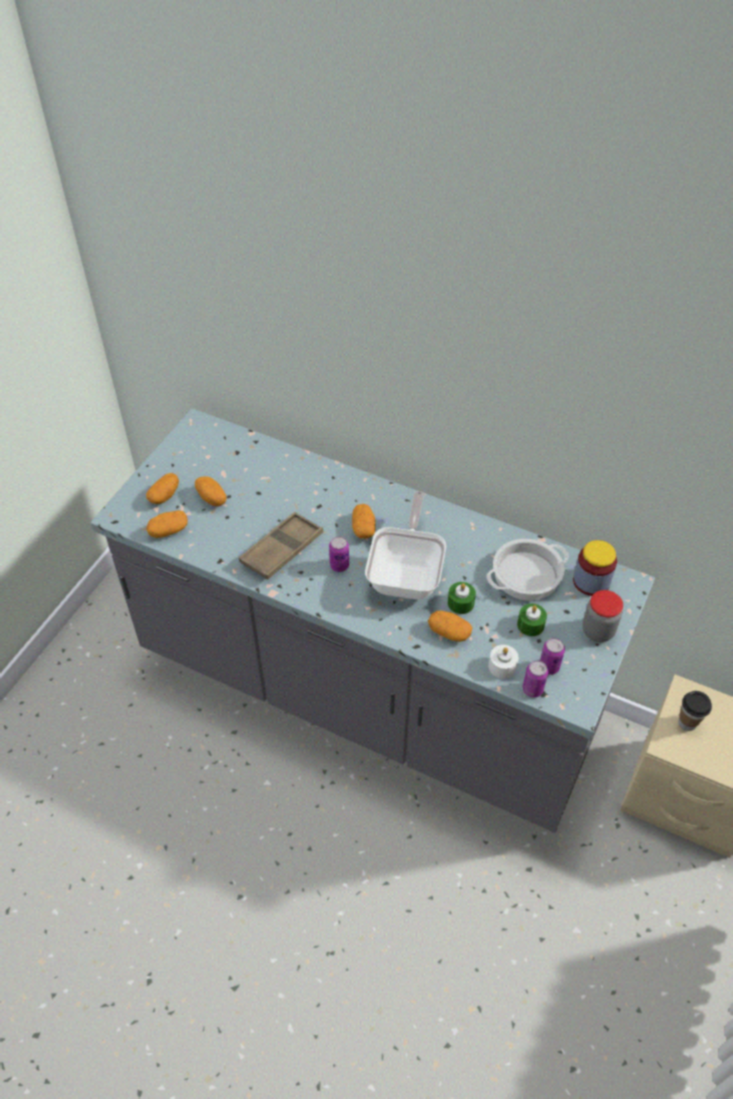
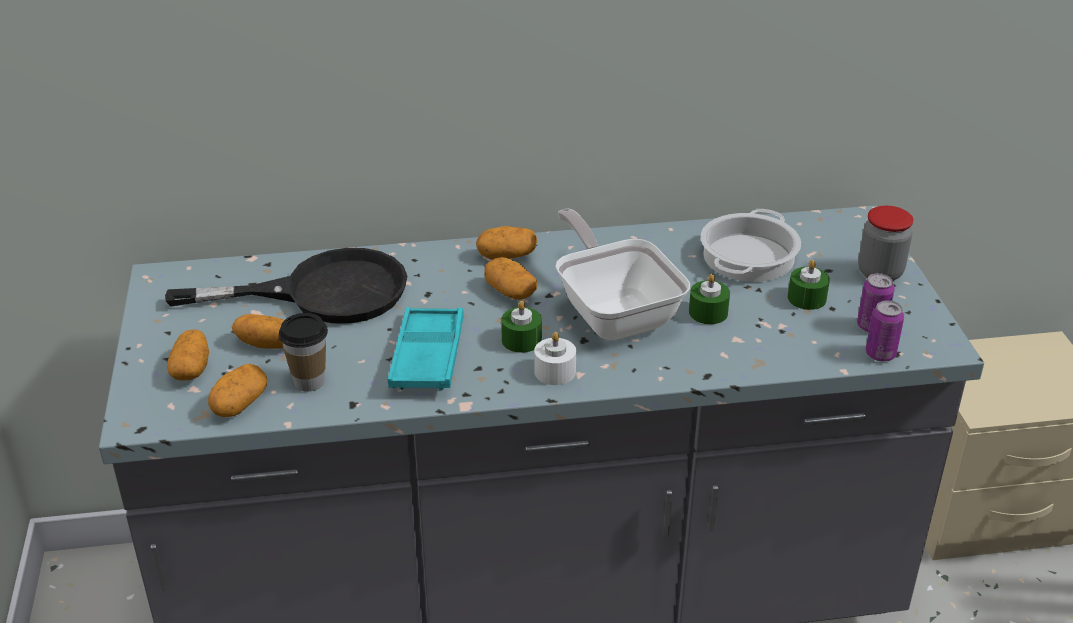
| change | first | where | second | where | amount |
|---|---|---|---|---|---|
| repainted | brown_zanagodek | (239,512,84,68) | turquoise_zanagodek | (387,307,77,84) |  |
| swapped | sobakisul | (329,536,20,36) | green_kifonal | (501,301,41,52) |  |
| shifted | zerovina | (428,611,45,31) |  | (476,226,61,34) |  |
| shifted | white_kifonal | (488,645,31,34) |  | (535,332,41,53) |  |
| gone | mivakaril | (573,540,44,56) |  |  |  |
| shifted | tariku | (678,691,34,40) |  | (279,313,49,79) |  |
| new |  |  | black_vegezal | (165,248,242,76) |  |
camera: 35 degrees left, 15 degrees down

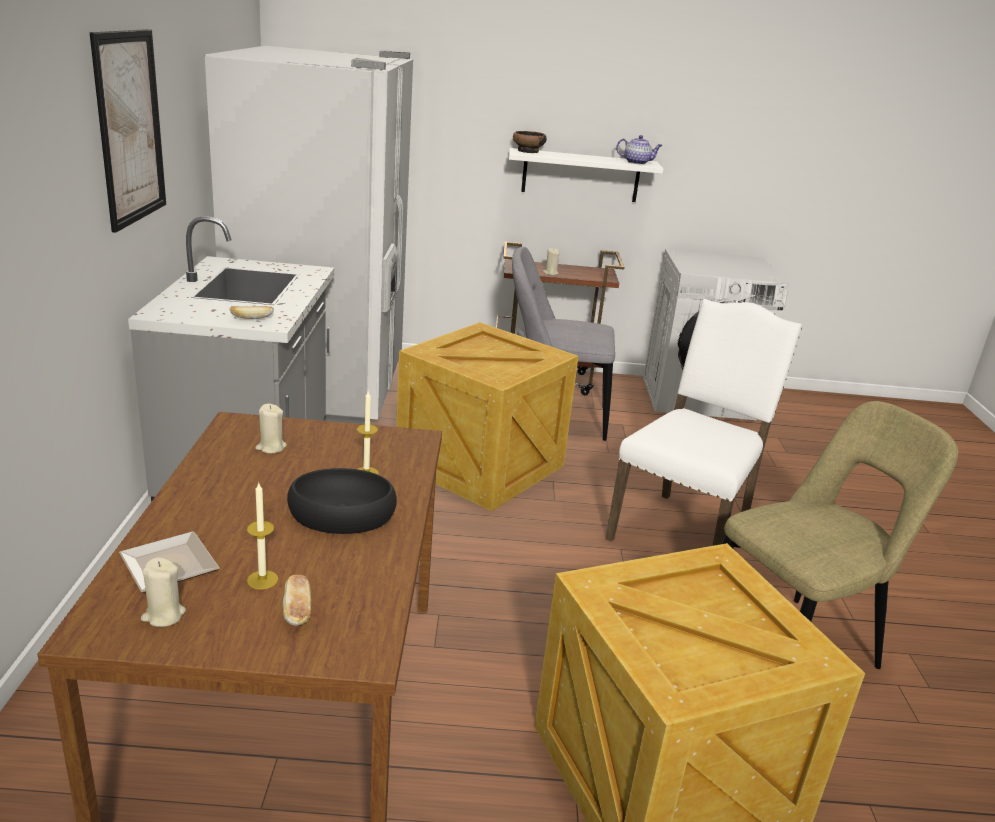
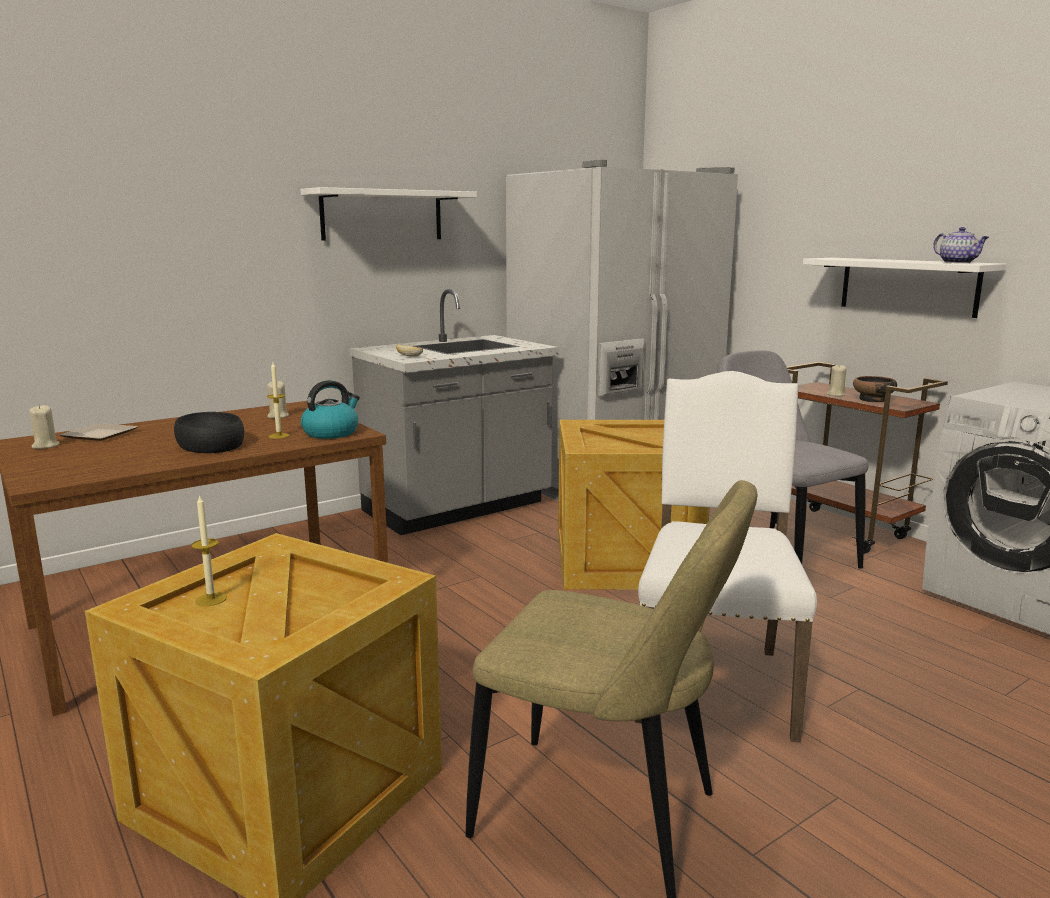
| change | first | where | second | where | amount |
|---|---|---|---|---|---|
| swapped | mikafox | (90,29,76,204) | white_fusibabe | (300,187,177,54) |  |
| shifted | kifonal | (247,482,31,108) |  | (191,494,36,112) |  |
| gone | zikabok | (283,575,28,51) |  |  |  |
| shifted | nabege | (513,131,34,22) |  | (853,376,44,26) |  |
| rotated | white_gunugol | (605,299,197,247) |  | (635,371,182,372) | 75 degrees counterclockwise |
| new |  |  | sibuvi | (301,380,59,59) |  |
camera: 55 degrees right, 10 degrees down

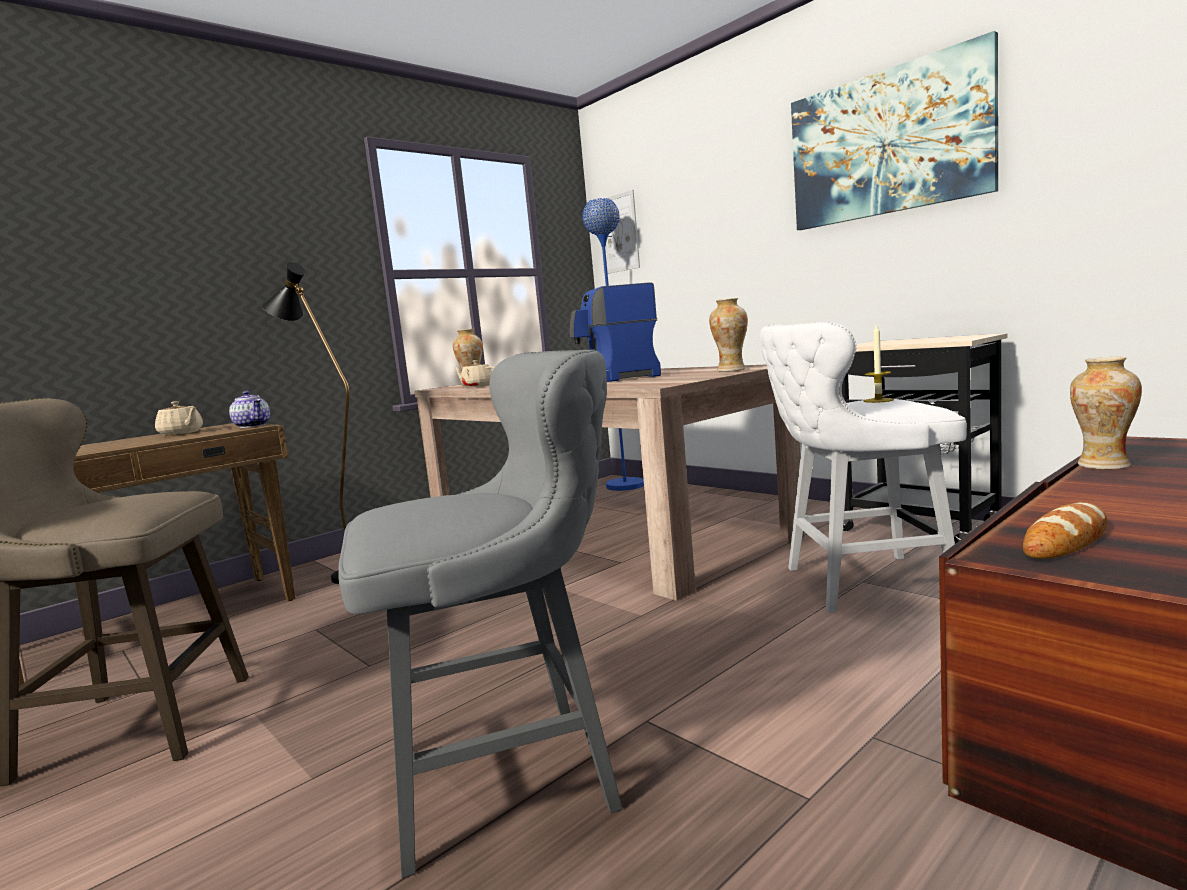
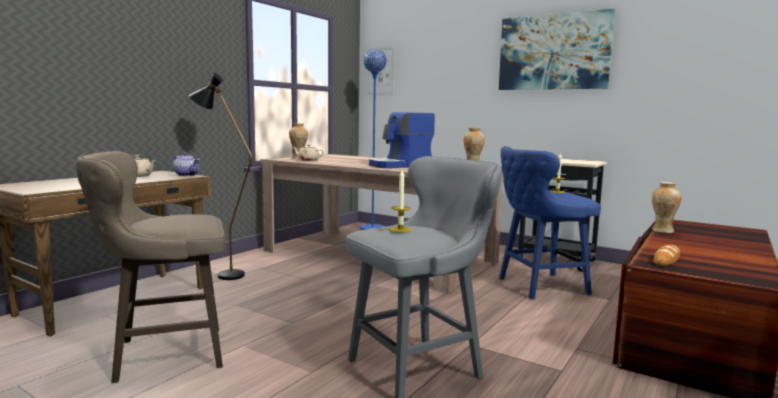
| change | first | where | second | where | amount |
|---|---|---|---|---|---|
| repainted | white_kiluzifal | (760,322,207,291) | blue_kiluzifal | (499,146,102,153) |  |
| new |  |  | kifonal | (389,170,23,63) |  |
camera: 15 degrees left, 0 degrees up

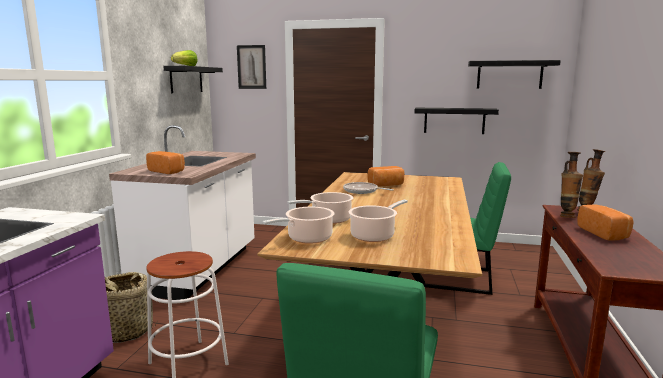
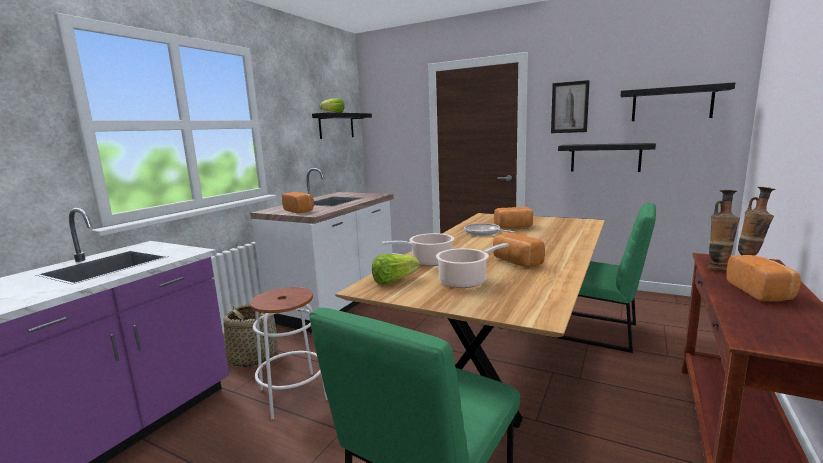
| change | first | where | second | where | amount |
|---|---|---|---|---|---|
| shifted | mikafox | (237,45,29,44) |  | (551,80,39,53) |  |
| swapped | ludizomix | (262,207,73,37) | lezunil | (372,254,48,31) |  |
| new |  |  | zikabok | (493,233,52,34) |  |
camera: 15 degrees right, 0 degrees up

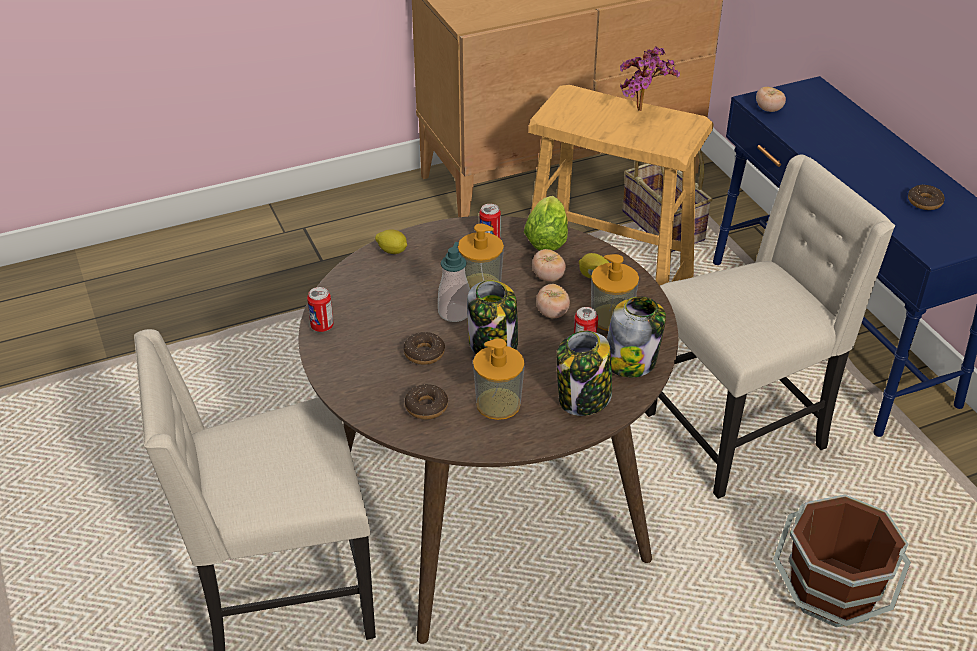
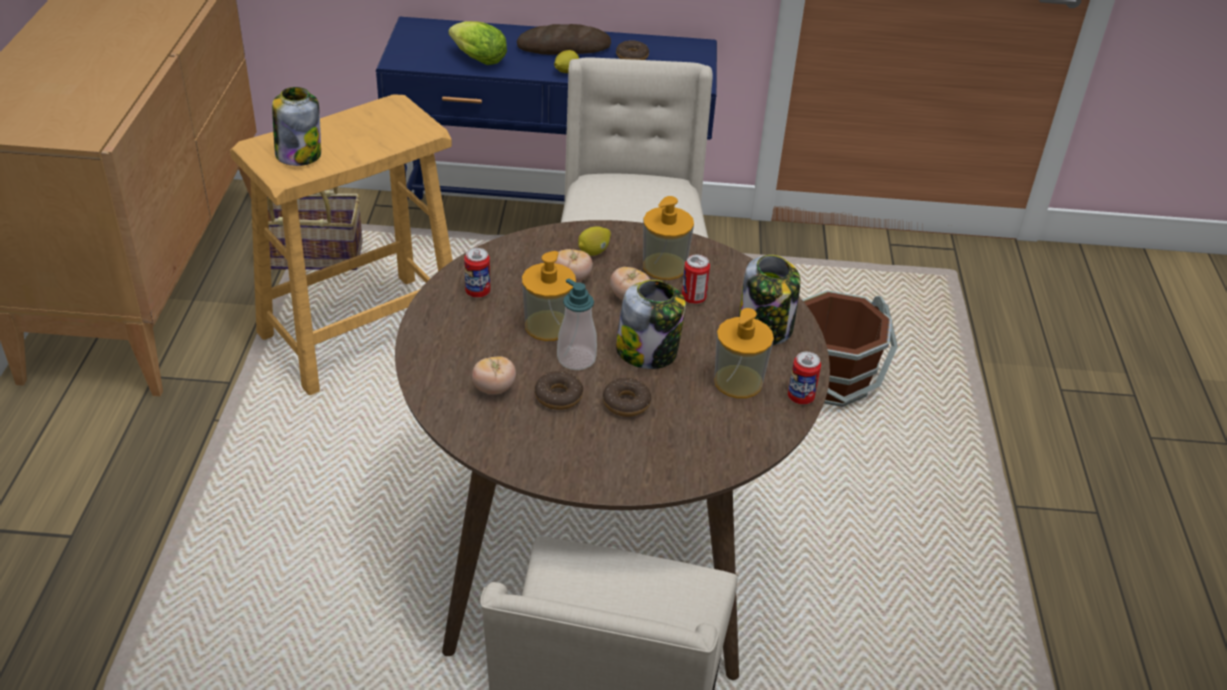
| change | first | where | second | where | amount |
|---|---|---|---|---|---|
| shifted | sobakisul | (307,287,27,45) |  | (788,352,33,52) |  |
| shifted | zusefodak | (375,229,32,25) |  | (554,50,25,23) |  |
| shifted | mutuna | (405,384,43,36) |  | (535,371,48,39) |  |
| shifted | lezunil | (524,196,44,55) |  | (449,21,58,44) |  |
| shifted | mivakaril | (607,296,59,81) |  | (272,87,49,79) |  |
| gone | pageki | (620,46,60,65) |  |  |  |
| shifted | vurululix | (756,87,30,25) |  | (472,356,44,39) |  |
| new |  |  | zikabok | (517,24,94,31) |  |
camera: 65 degrees left, 0 degrees up

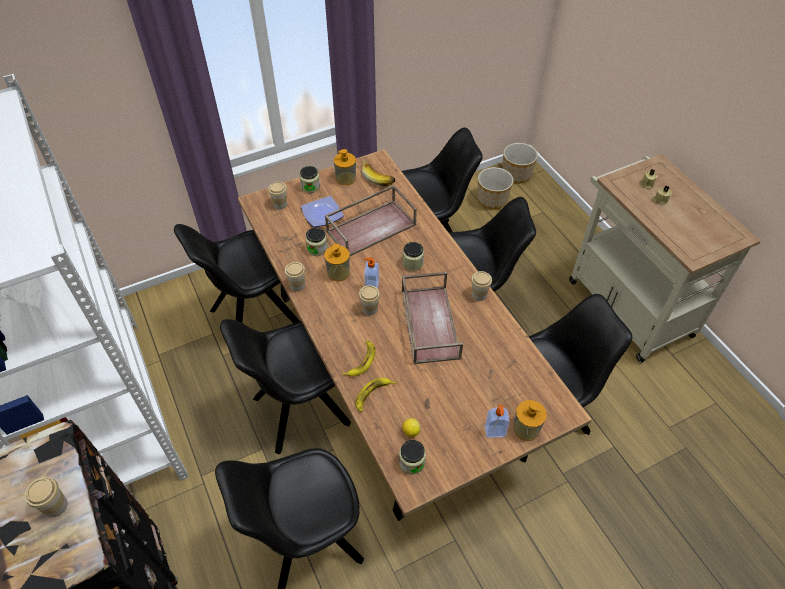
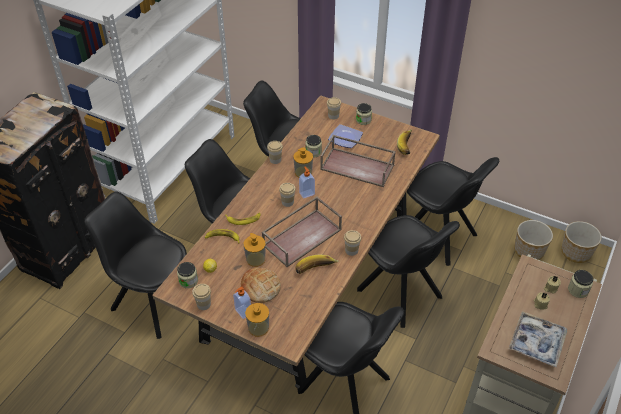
| change | first | where | second | where | amount |
|---|---|---|---|---|---|
| shifted | tariku | (25,477,43,40) |  | (192,284,19,26) |  |
| shifted | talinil | (334,149,22,36) |  | (244,233,22,34) |  |
| shifted | mivakaril | (403,242,21,29) |  | (568,270,25,28) |  |
| new |  |  | zikabok | (241,267,40,36) |  |
| new |  |  | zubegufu | (296,254,43,20) |  |
| new |  |  | zanagodek | (509,311,58,56) |  |
camera: 55 degrees right, 5 degrees down

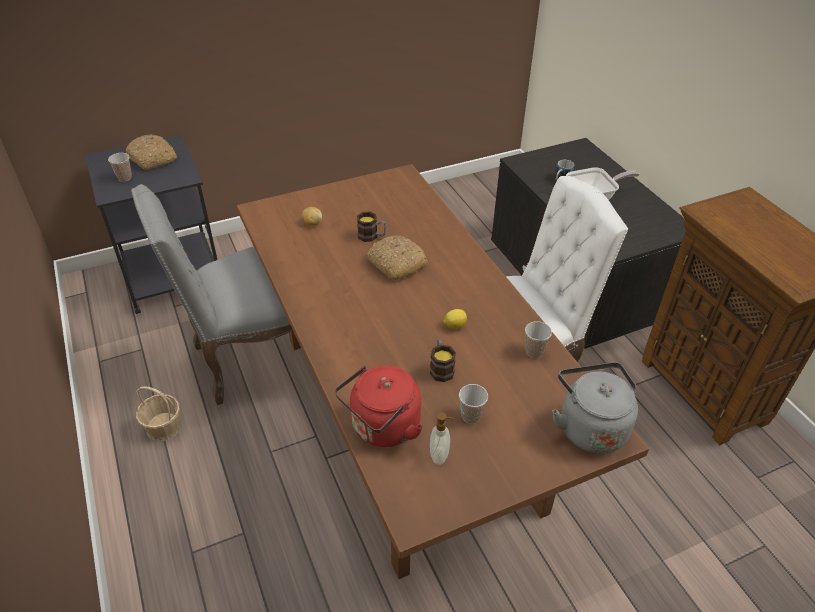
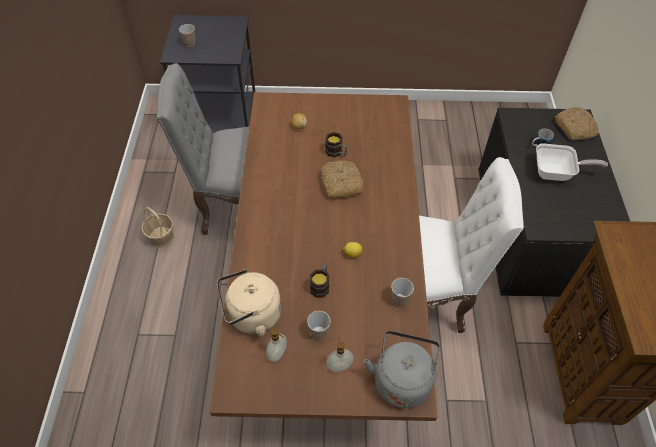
| change | first | where | second | where | amount |
|---|---|---|---|---|---|
| shifted | zikabok | (126,134,51,36) |  | (555,107,44,34) |  |
| repainted | red_sibuvi | (335,365,88,82) | beige_sibuvi | (217,269,65,67) |  |
| new |  |  | talinil | (326,337,28,35) |  |
camera: 25 degrees right, 10 degrees up

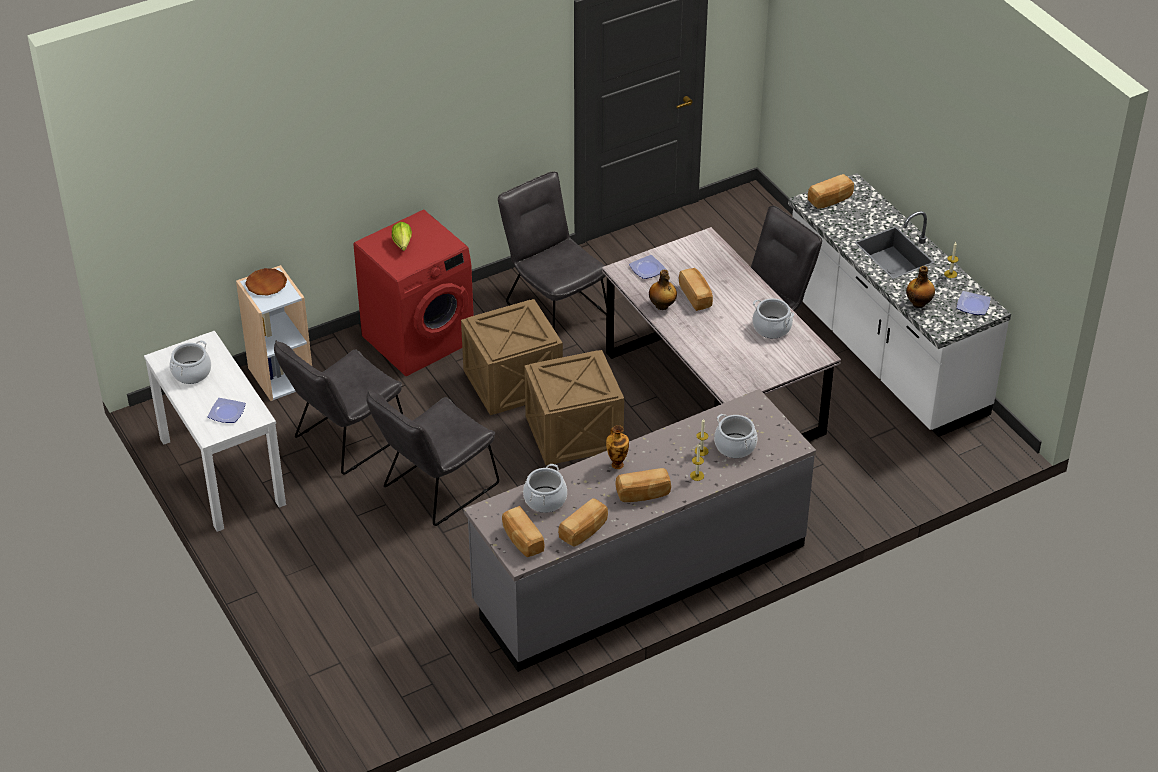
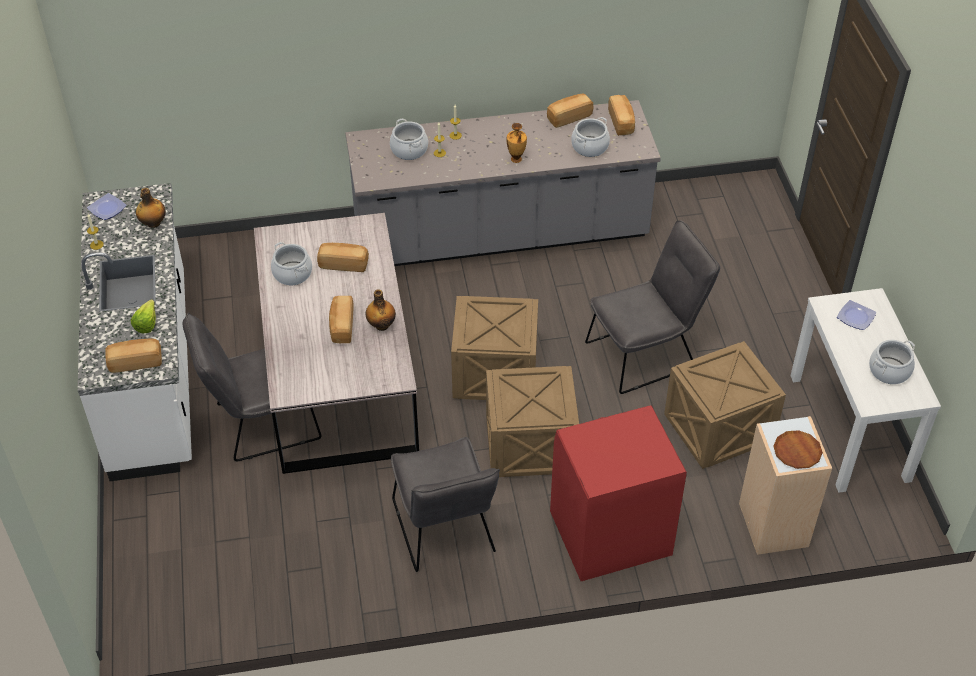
| change | first | where | second | where | amount |
|---|---|---|---|---|---|
| swapped | grey_gunugol | (274,340,129,135) | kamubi | (664,341,122,128) |  |
| shifted | lezunil | (392,222,20,29) |  | (131,299,25,34) |  |
| shifted | zikabok | (615,468,56,34) |  | (317,243,52,29) |  |
| gone | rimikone | (629,255,37,24) |  |  |  |
camera: 160 degrees left, 5 degrees up

